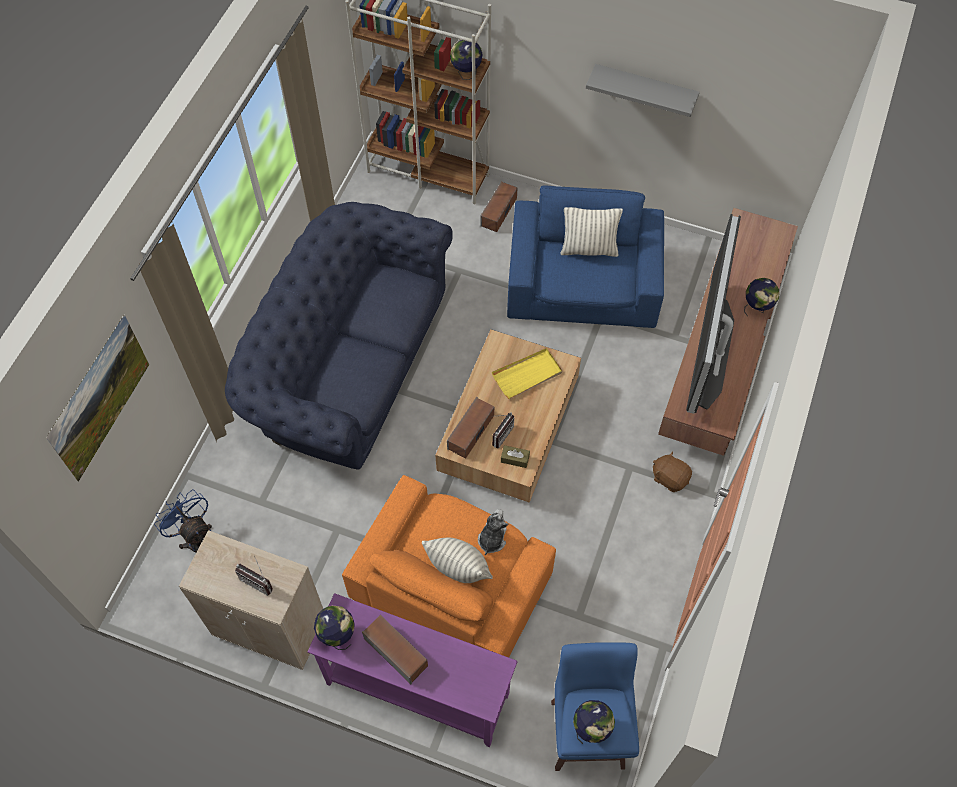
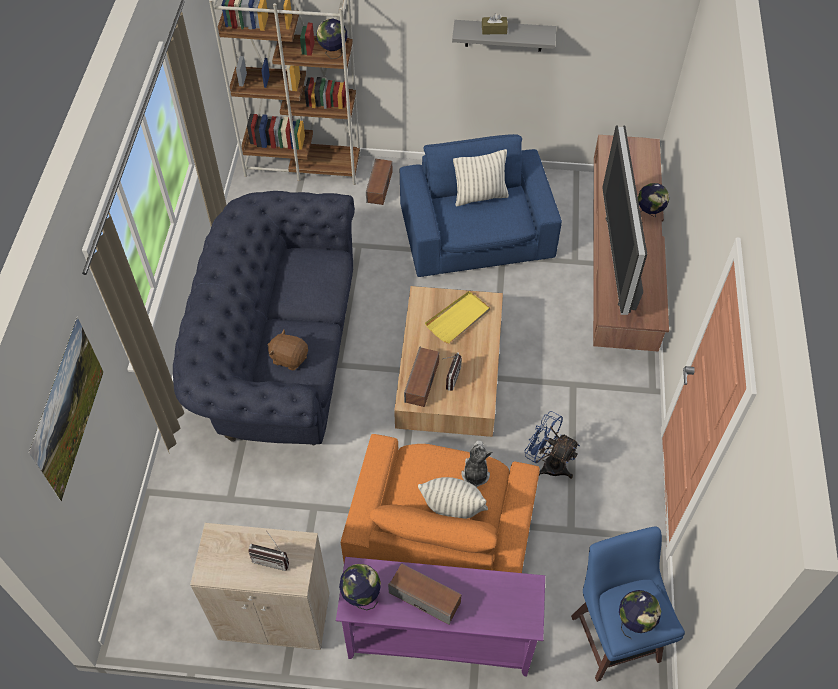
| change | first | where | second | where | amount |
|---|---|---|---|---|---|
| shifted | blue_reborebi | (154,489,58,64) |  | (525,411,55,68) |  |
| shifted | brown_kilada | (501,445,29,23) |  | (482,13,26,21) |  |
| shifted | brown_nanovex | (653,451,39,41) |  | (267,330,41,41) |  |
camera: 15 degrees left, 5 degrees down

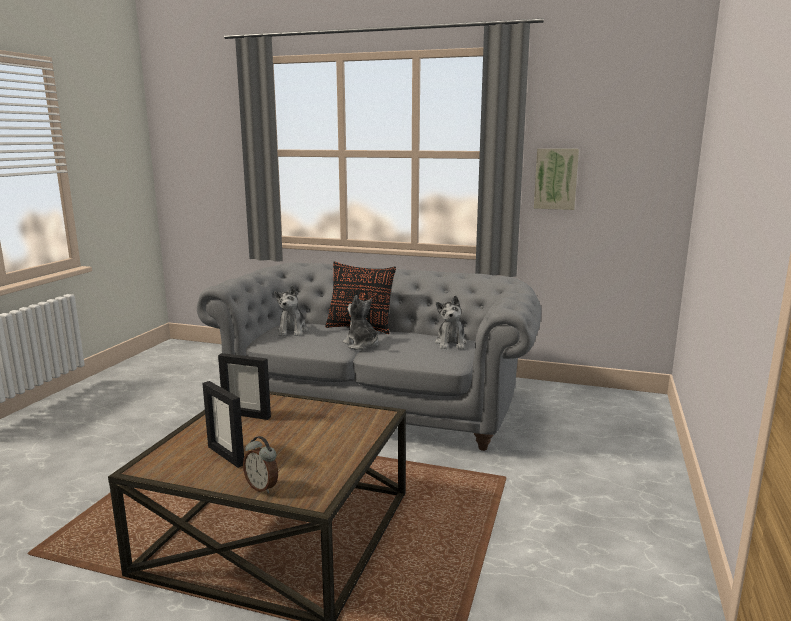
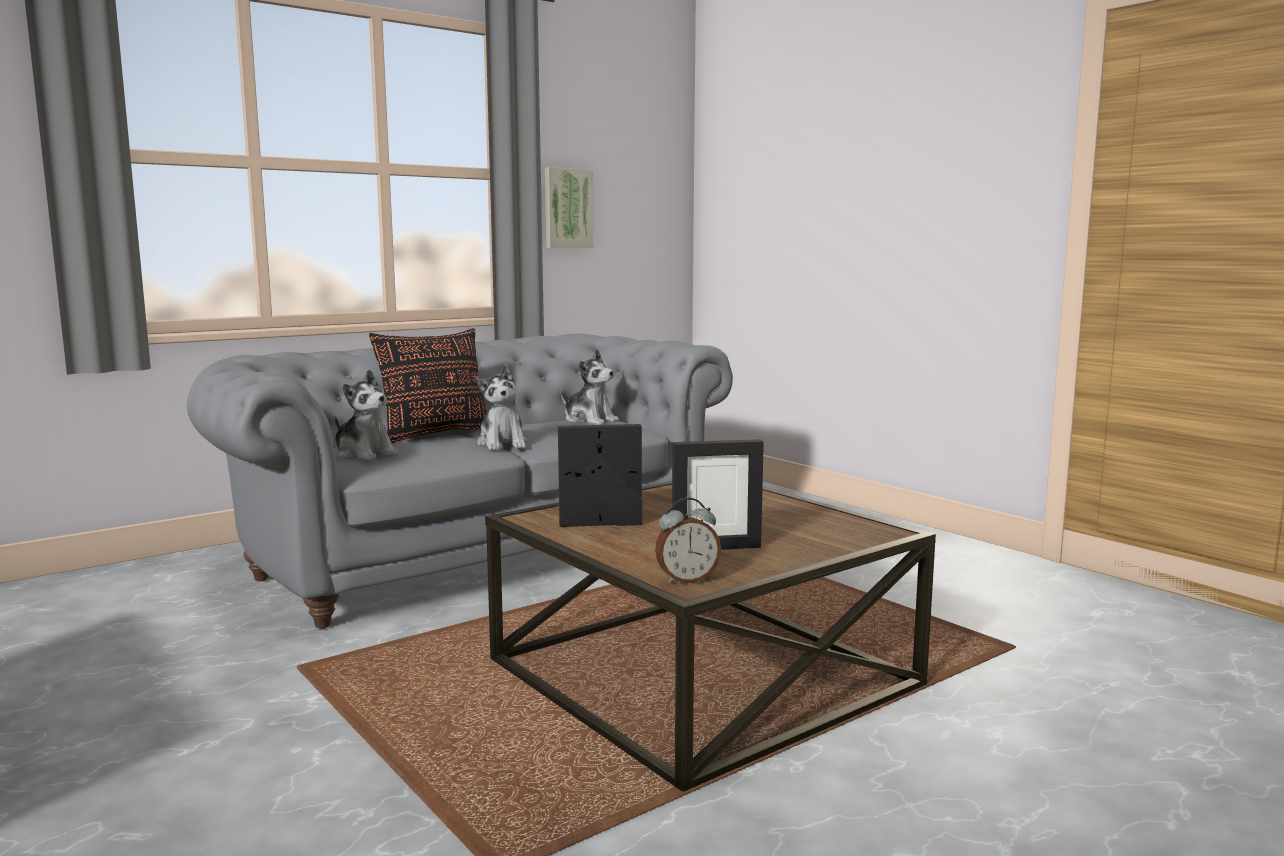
| change | first | where | second | where | amount |
|---|---|---|---|---|---|
| rotated | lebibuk | (218,353,53,67) |  | (558,424,84,103) | 150 degrees counterclockwise |
| shifted | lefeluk | (243,436,35,58) |  | (655,497,66,87) |  |
| rotated | nanovex | (343,295,36,55) |  | (476,365,51,85) | 105 degrees counterclockwise |
camera: 55 degrees left, 5 degrees down

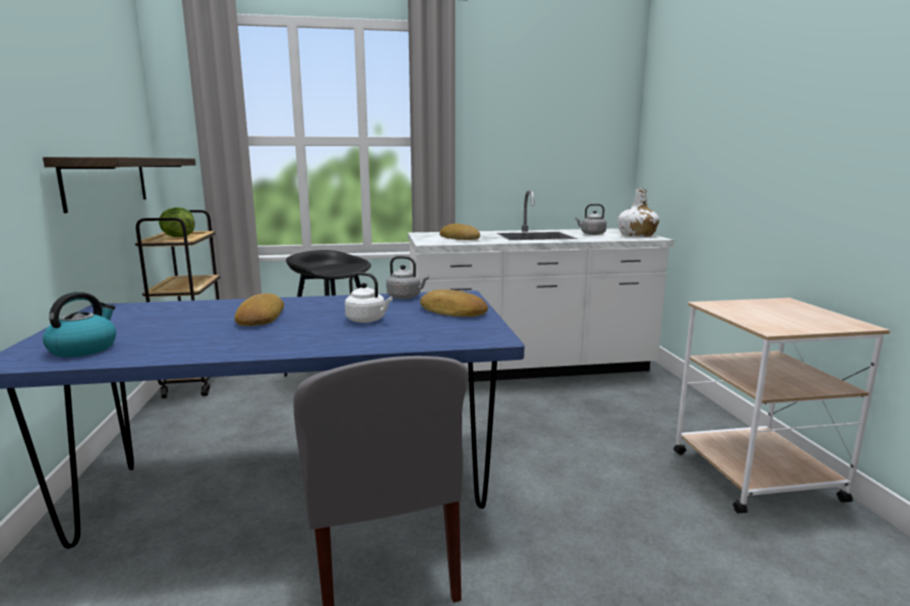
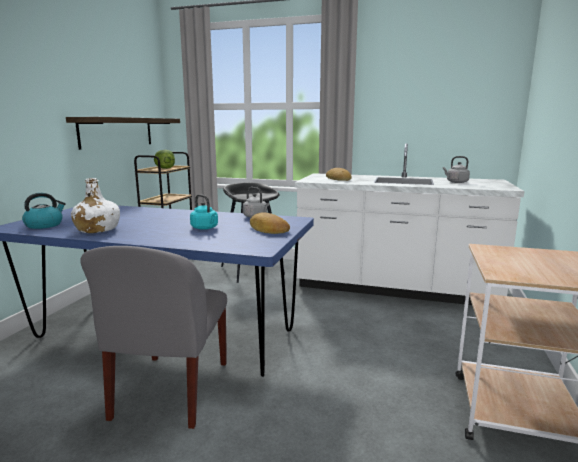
| change | first | where | second | where | amount |
|---|---|---|---|---|---|
| gone | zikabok | (235,293,49,33) |  |  |  |
| repainted | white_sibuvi | (345,272,48,51) | turquoise_sibuvi | (190,194,28,36) |  |
| shifted | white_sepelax | (618,189,41,48) |  | (71,178,49,55) |  |
camera: 25 degrees right, 0 degrees up

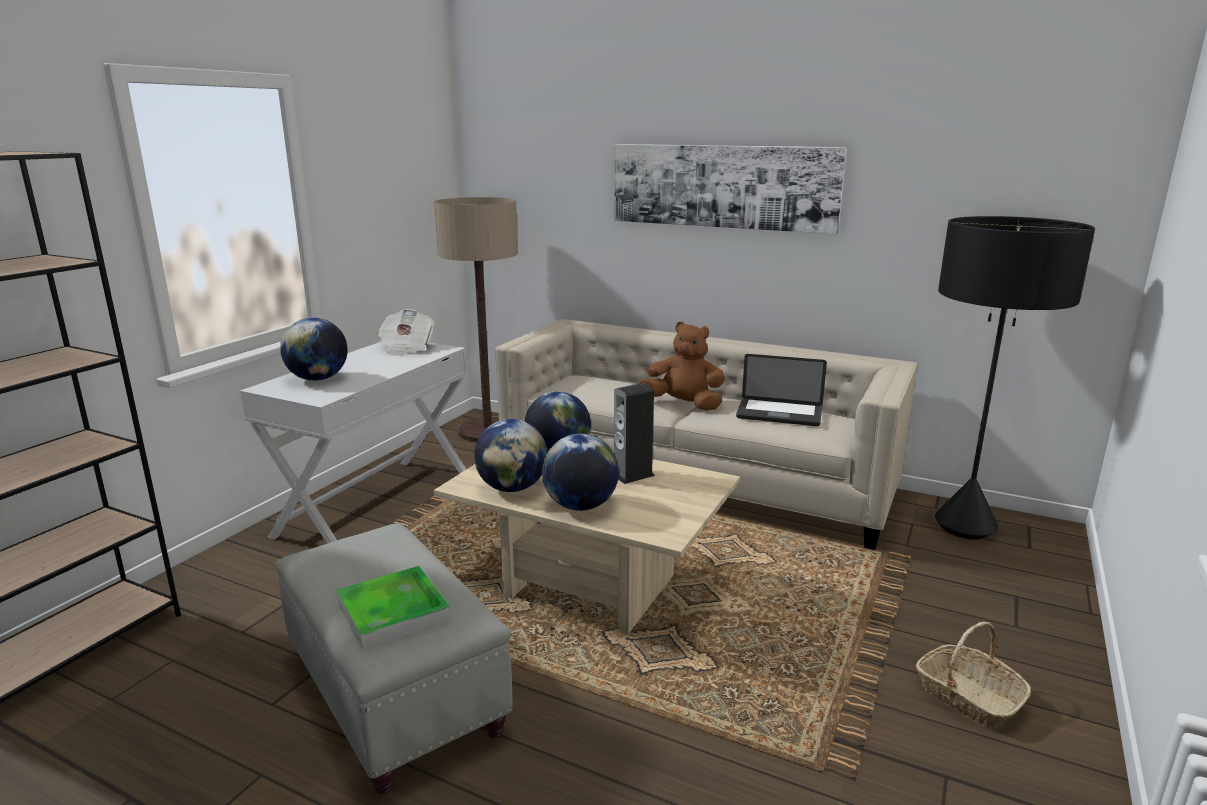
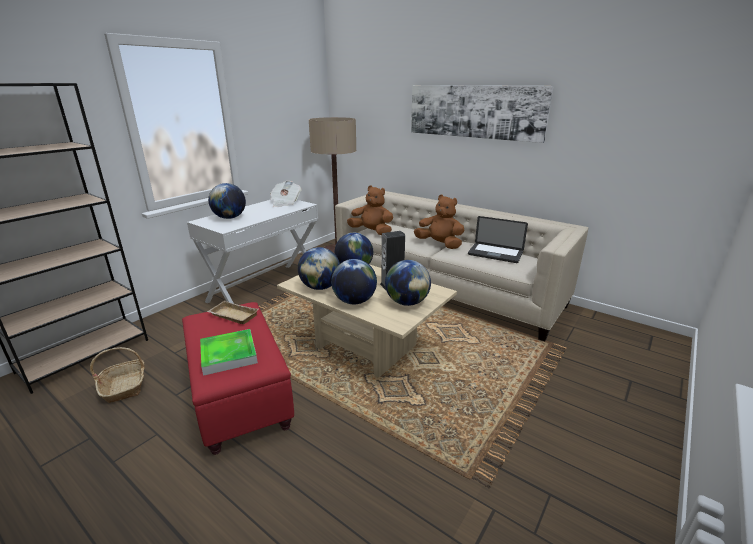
| change | first | where | second | where | amount |
|---|---|---|---|---|---|
| repainted | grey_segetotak | (275,523,238,271) | red_segetotak | (182,302,112,153) |  |
| shifted | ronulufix | (916,622,115,107) |  | (90,347,55,56) |  |
| gone | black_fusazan | (935,216,160,323) |  |  |  |
| new |  |  | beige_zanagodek | (207,301,51,23) |  |
| new |  |  | brown_nanovex | (347,185,46,50) |  |
| new |  |  | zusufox | (385,260,46,46) |  |
camera: 10 degrees right, 5 degrees up

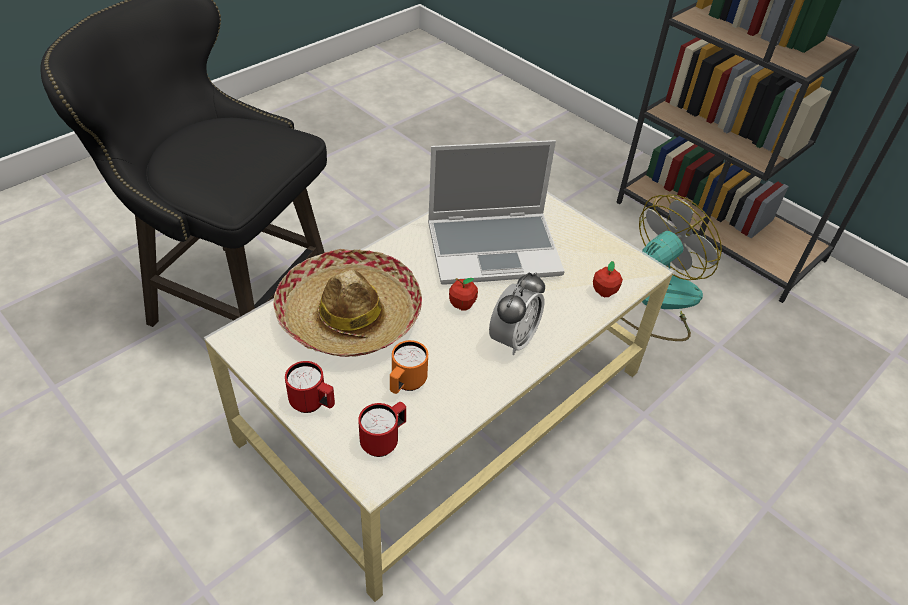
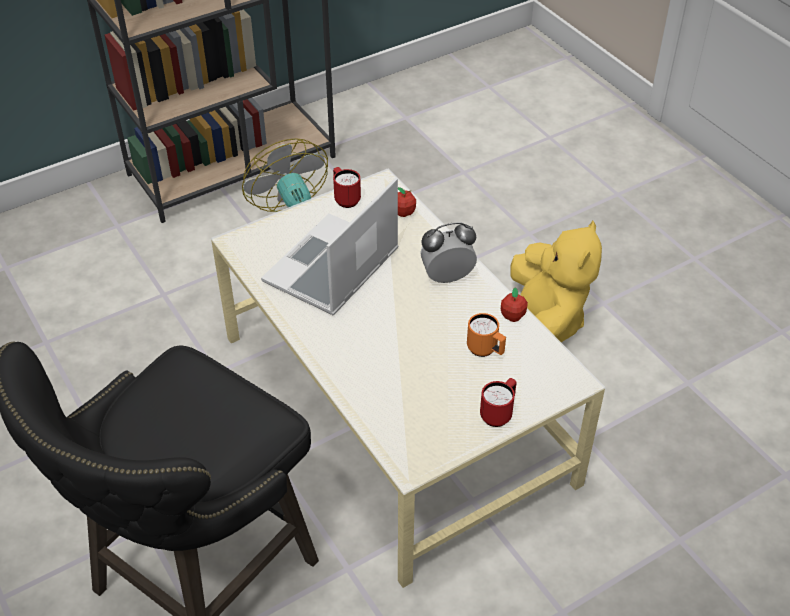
| change | first | where | second | where | amount |
|---|---|---|---|---|---|
| gone | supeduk | (273,249,149,108) |  |  |  |
| shifted | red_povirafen | (358,402,48,55) |  | (333,167,28,41) |  |
| rotated | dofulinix | (428,140,137,145) |  | (261,177,137,139) | 150 degrees counterclockwise |
| shifted | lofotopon | (449,278,29,32) |  | (501,288,27,34) |  |
| rotated | lefeluk | (489,272,56,83) |  | (420,222,57,61) | 60 degrees counterclockwise |
| new |  |  | yellow_nanovex | (511,220,91,122) |  |
camera: 75 degrees left, 0 degrees up

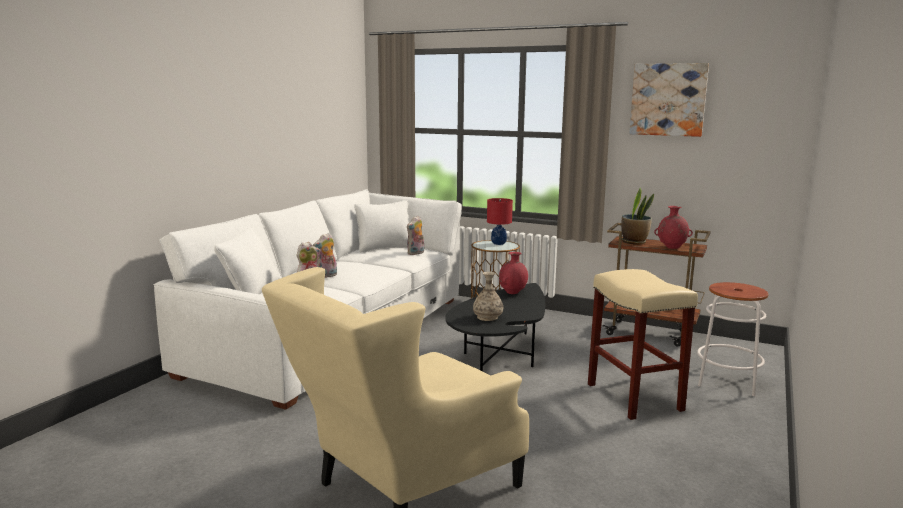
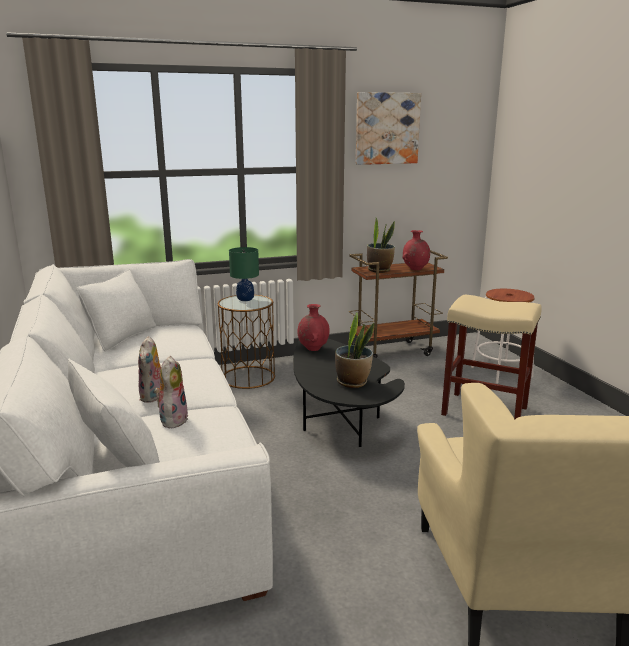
| change | first | where | second | where | amount |
|---|---|---|---|---|---|
| gone | nanovex | (407,216,17,39) |  |  |  |
| swapped | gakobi | (473,272,30,49) | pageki | (335,312,39,76) |  |
| repainted | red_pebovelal | (487,198,26,47) | green_pebovelal | (229,247,30,54) |  |
camera: 45 degrees left, 5 degrees up

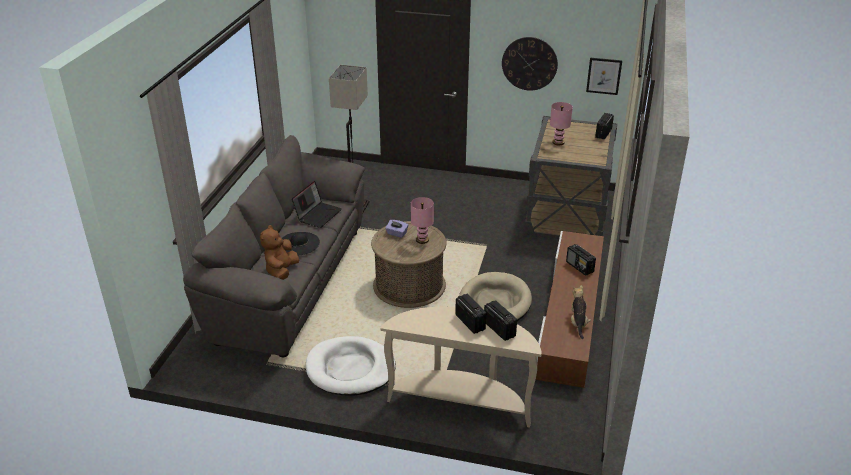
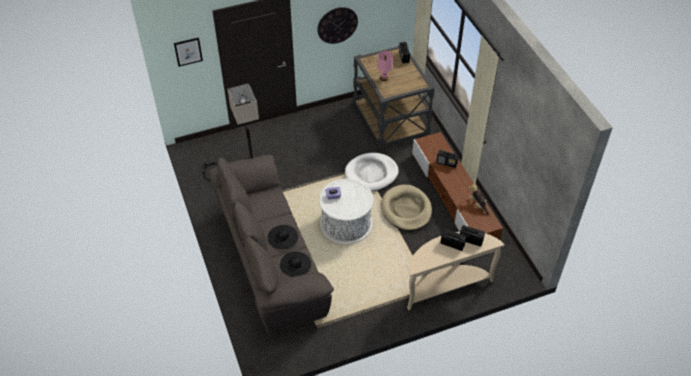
| change | first | where | second | where | amount |
|---|---|---|---|---|---|
| swapped | brown_nanovex | (260,225,39,55) | black_supeduk | (280,251,31,26) |  |
| gone | dofulinix | (292,181,50,47) |  |  |  |
| shifted | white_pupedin | (306,336,90,59) |  | (345,153,54,38) |  |
| repainted | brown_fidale | (371,221,76,87) | white_fidale | (319,179,55,65) |  |
| gone | pink_pebovelal | (411,197,23,47) |  |  |  |
| shifted | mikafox | (586,58,36,37) |  | (174,37,29,30) |  |
camera: 35 degrees left, 15 degrees up

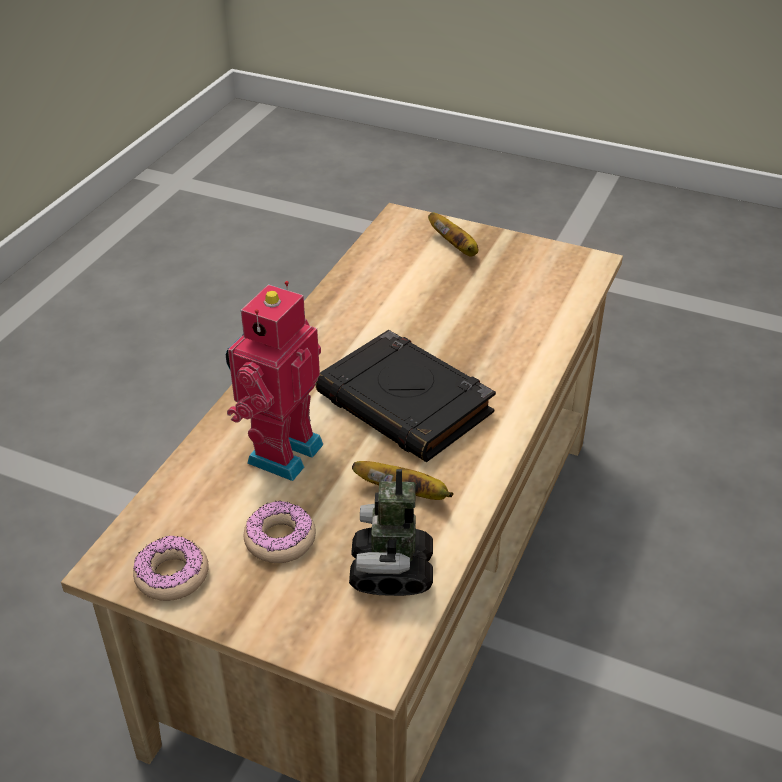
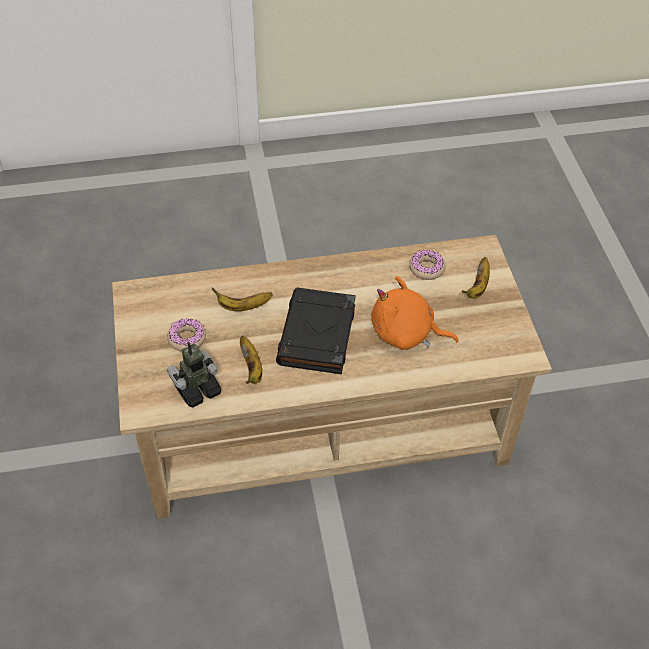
| change | first | where | second | where | amount |
|---|---|---|---|---|---|
| shifted | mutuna | (133,536,76,65) |  | (409,249,37,31) |  |
| swapped | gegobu | (226,281,98,200) | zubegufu | (212,288,60,23) |  |
| new |  |  | orange_nanovex | (372,276,87,74) |  |
camera: 55 degrees right, 10 degrees up

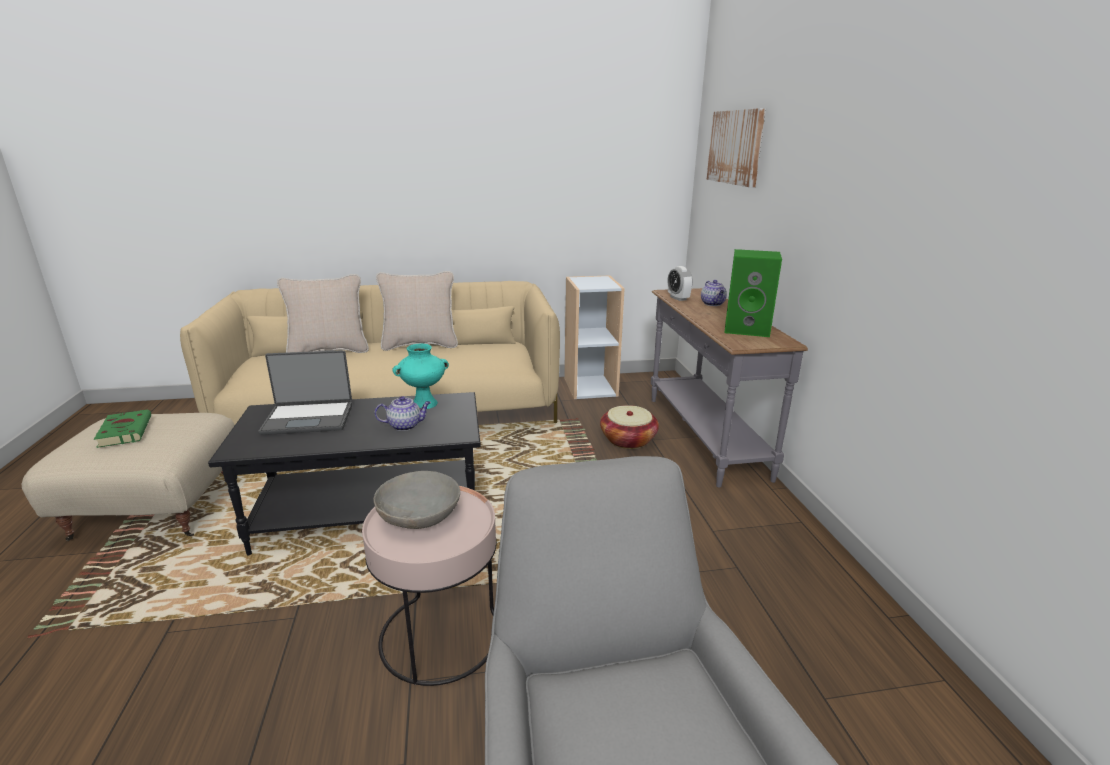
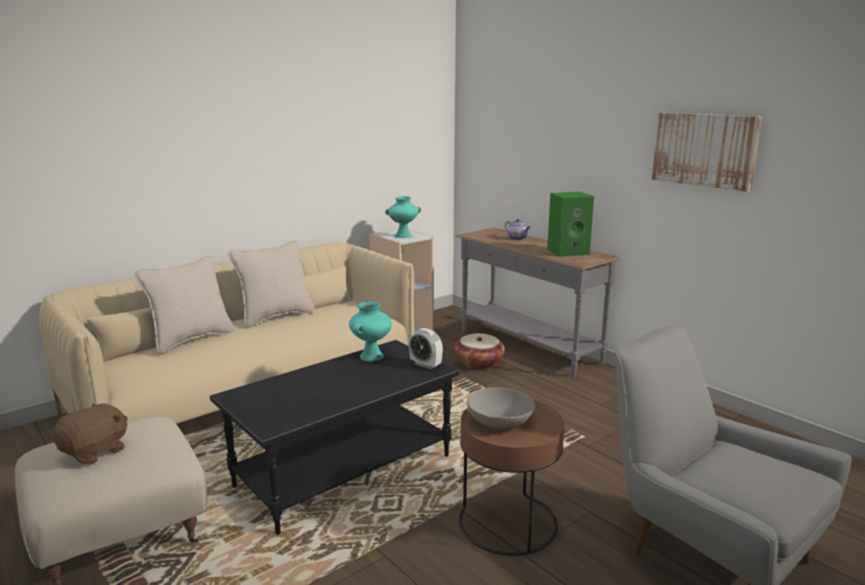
| change | first | where | second | where | amount |
|---|---|---|---|---|---|
| swapped | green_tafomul | (94,410,57,38) | brown_nanovex | (53,402,75,63) |  |
| gone | dofulinix | (259,350,93,85) |  |  |  |
| repainted | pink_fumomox | (362,486,135,200) | brown_fumomox | (459,400,105,156) |  |
| gone | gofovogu | (375,396,56,35) |  |  |  |
| shifted | lefeluk | (667,266,26,35) |  | (409,328,34,41) |  |
| shifted | mikafox | (707,108,59,79) |  | (652,112,110,80) |  |
| new |  |  | turquoise_gakobi | (385,196,36,42) |  |
camera: 30 degrees left, 5 degrees down

